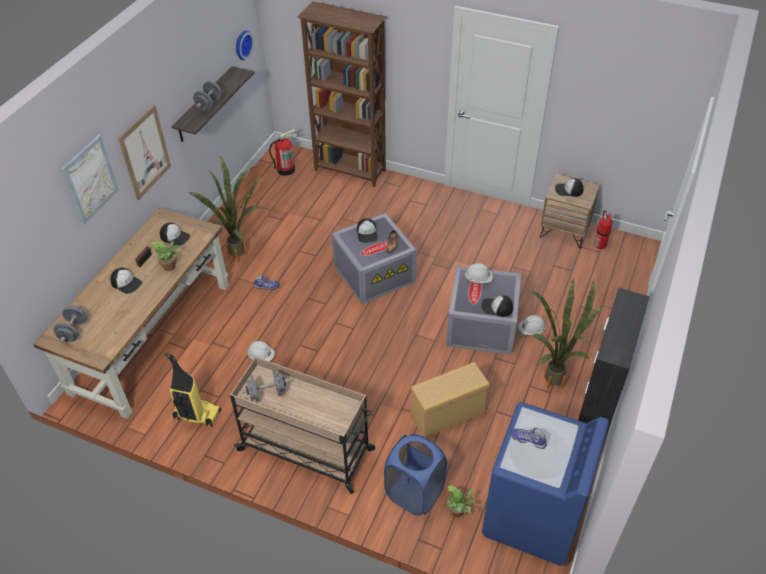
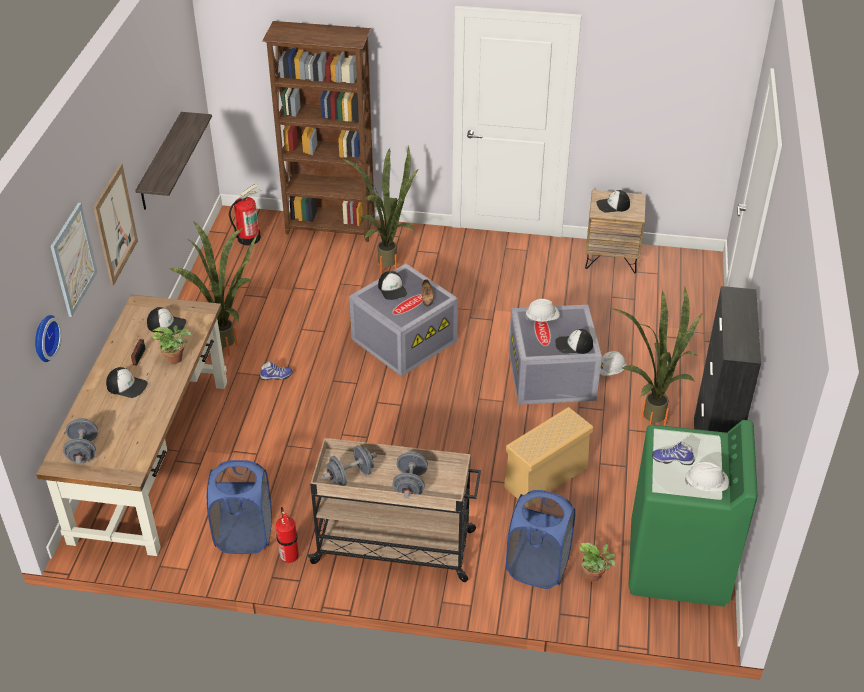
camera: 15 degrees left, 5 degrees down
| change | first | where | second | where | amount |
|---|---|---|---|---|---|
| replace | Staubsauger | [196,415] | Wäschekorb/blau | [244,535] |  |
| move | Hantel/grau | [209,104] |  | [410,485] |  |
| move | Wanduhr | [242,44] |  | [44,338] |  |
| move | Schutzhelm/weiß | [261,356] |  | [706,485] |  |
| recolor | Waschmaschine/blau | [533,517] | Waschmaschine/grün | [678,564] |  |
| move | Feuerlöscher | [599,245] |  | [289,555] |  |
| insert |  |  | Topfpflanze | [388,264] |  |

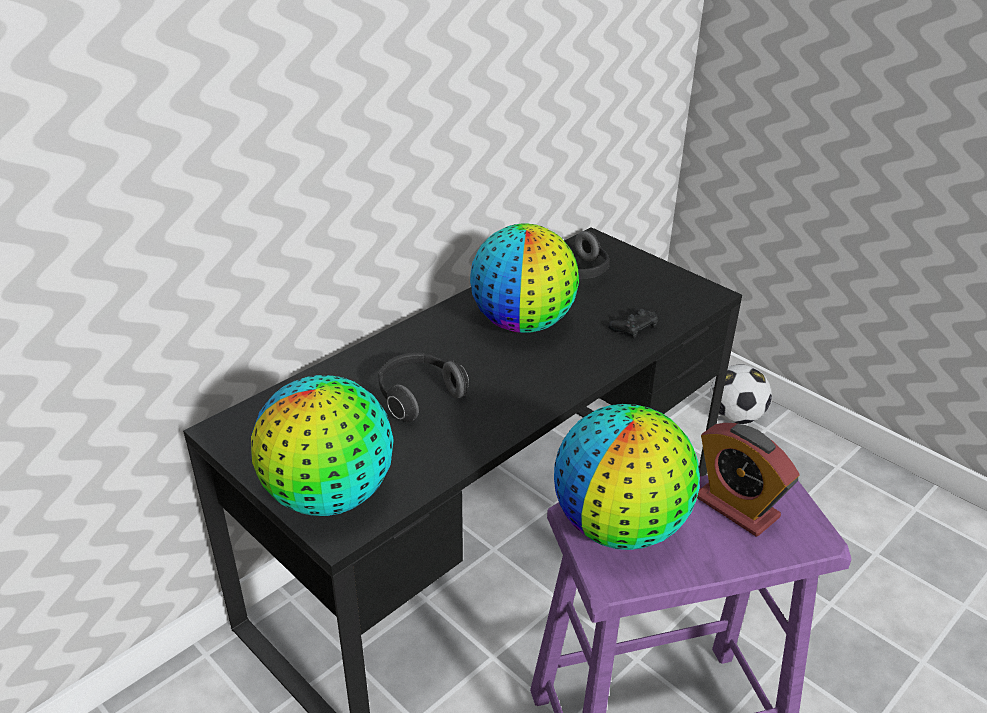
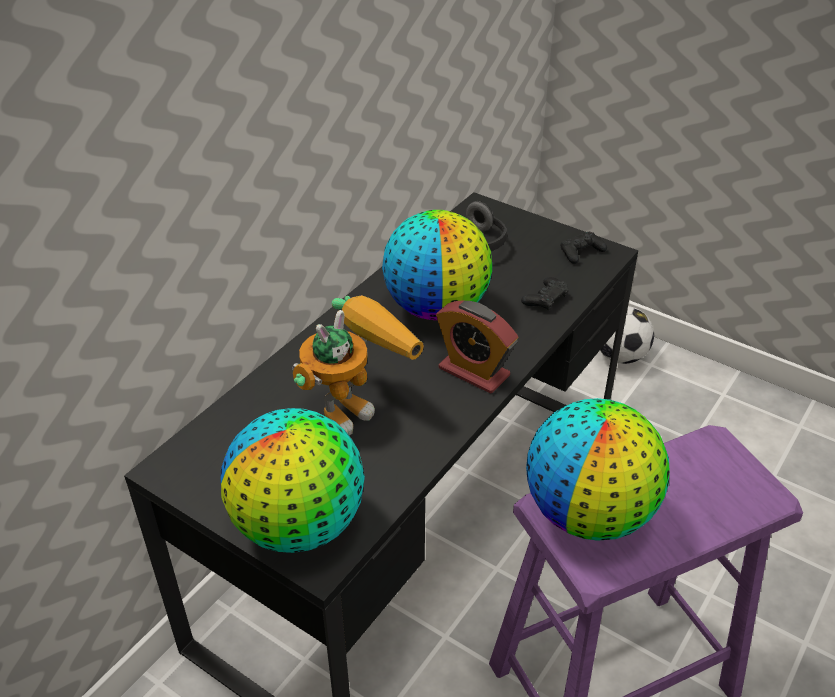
camera: 10 degrees left, 5 degrees up
| change | first | where | second | where | amount |
|---|---|---|---|---|---|
| replace | Kopfhörer | [418,396] | Spielzeugroboter | [355,403] |  |
| move | Wecker | [736,507] |  | [474,372] |  |
| insert |  |  | Gamepad/schwarz | [581,252] |  |

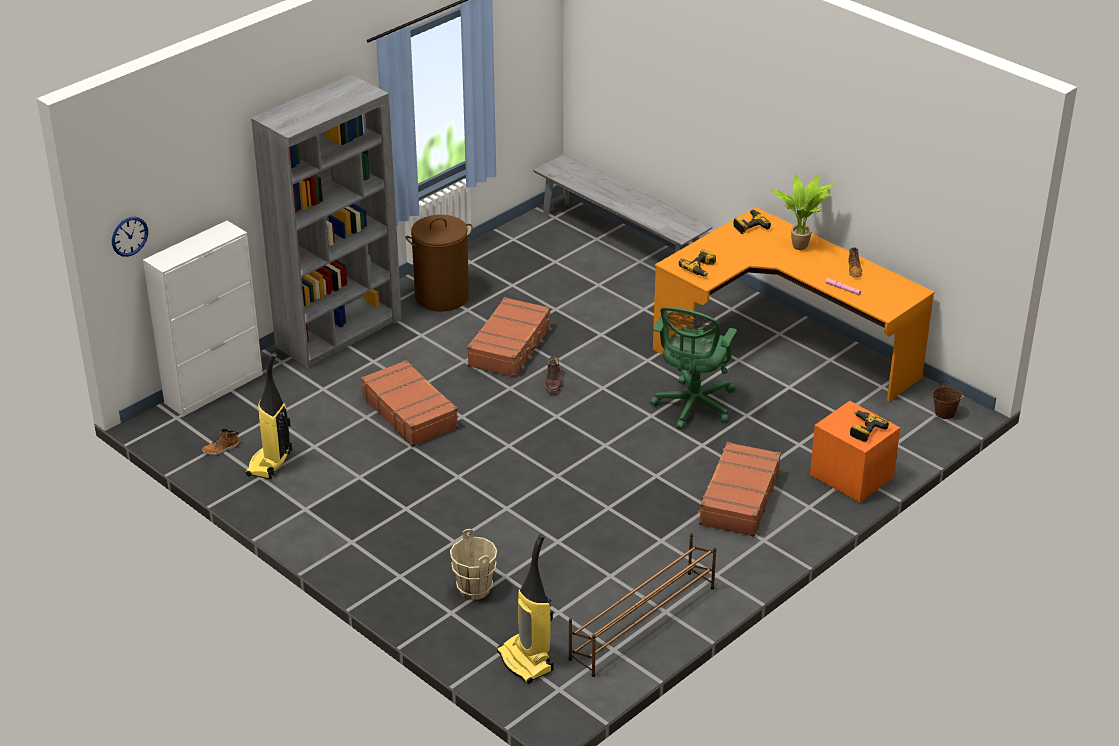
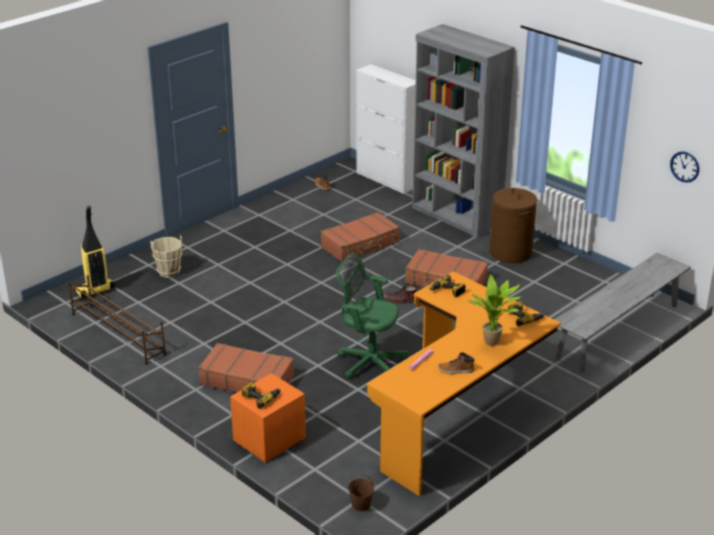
camera: 90 degrees right, 5 degrees down
| change | first | where | second | where | amount |
|---|---|---|---|---|---|
| move | Wanduhr | [129,236] |  | [684,166] |  |
| delete | Staubsauger | [270,464] |  |  |  |

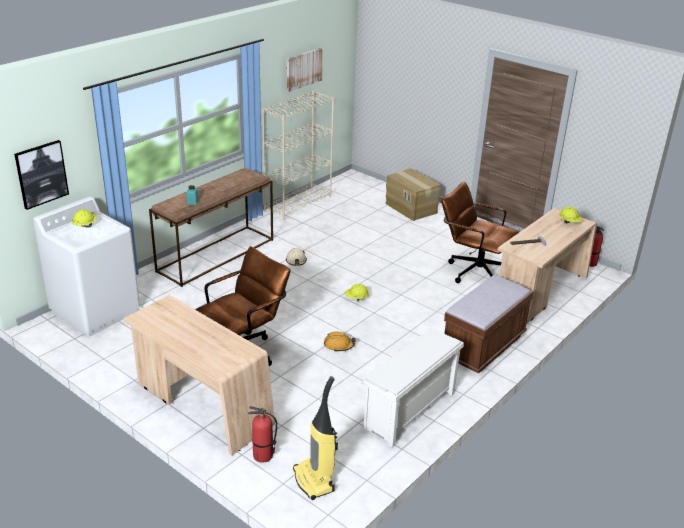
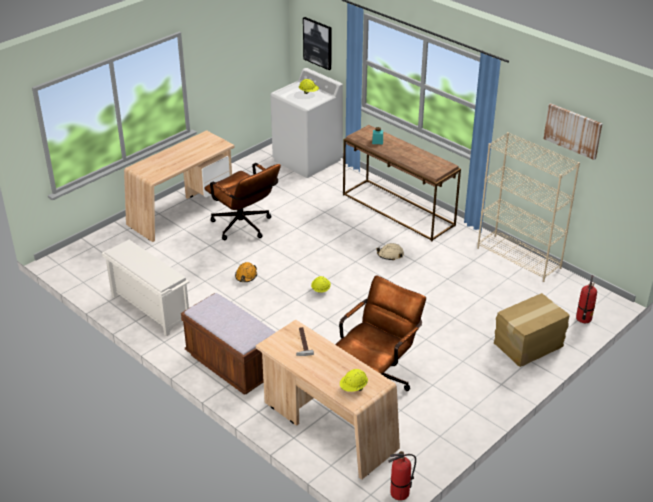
camera: 95 degrees right, 5 degrees up
| change | first | where | second | where | amount |
|---|---|---|---|---|---|
| move | Feuerlöscher | [262,456] |  | [583,318] |  |
| delete | Staubsauger | [314,480] |  |  |  |

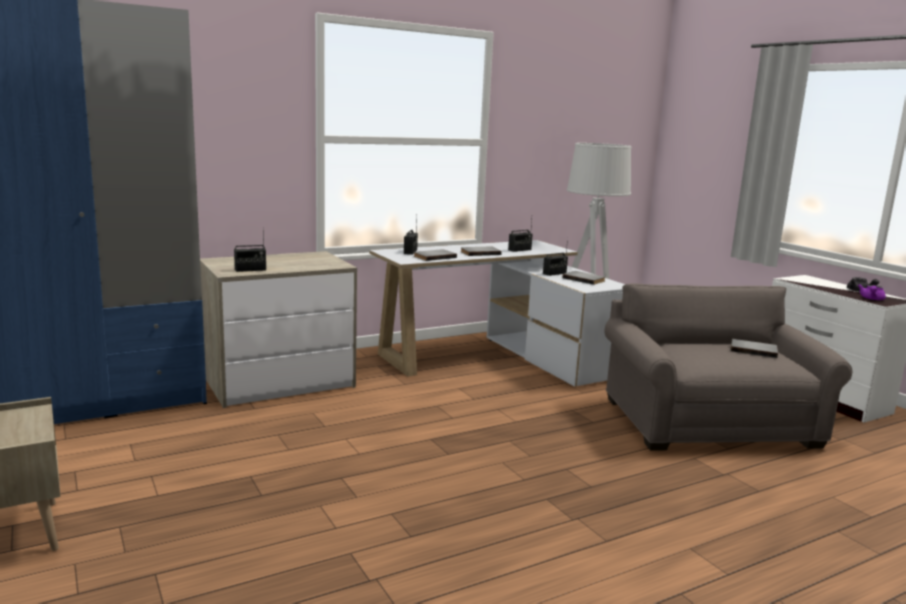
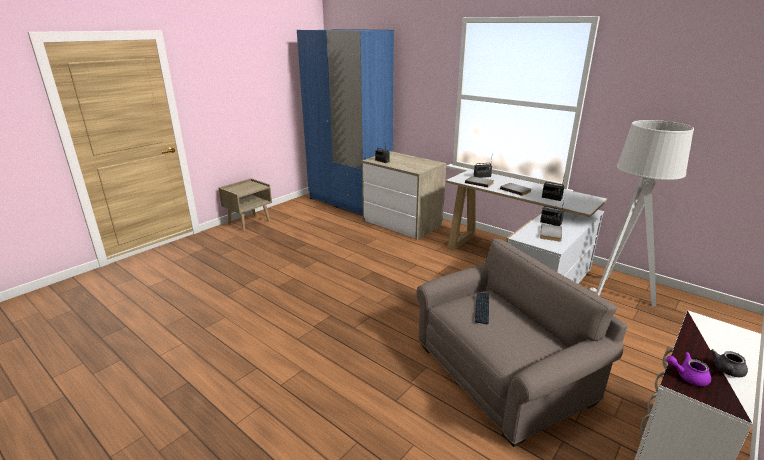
camera: 70 degrees right, 10 degrees up
| change | first | where | second | where | amount |
|---|---|---|---|---|---|
| delete | Buch/grau | [753,350] |  |  |  |
| insert |  |  | Tastatur | [482,308] |  |

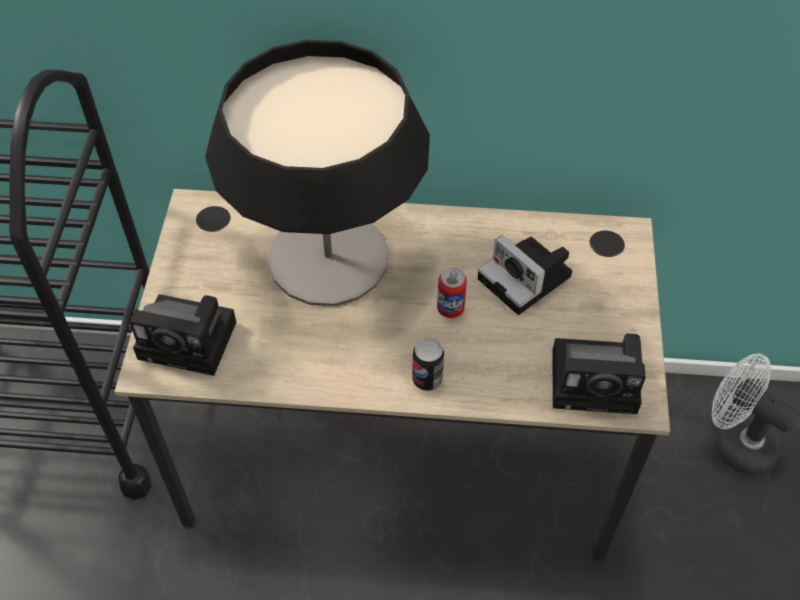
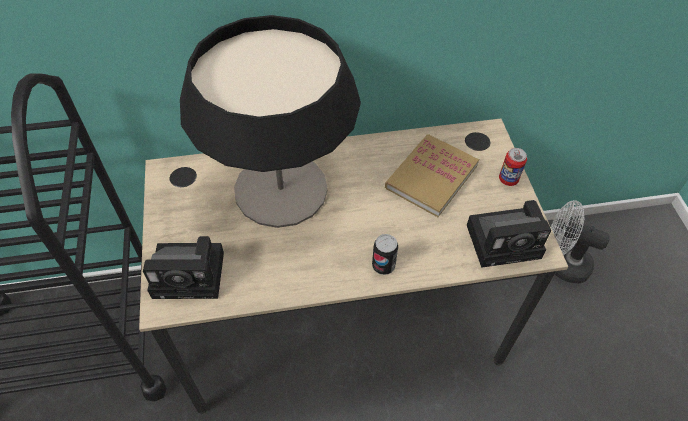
camera: 15 degrees left, 0 degrees up
| change | first | where | second | where | amount |
|---|---|---|---|---|---|
| move | Dose | [450,308] |  | [508,179] |  |
| replace | Kamera | [527,279] | Buch | [431,177] |  |

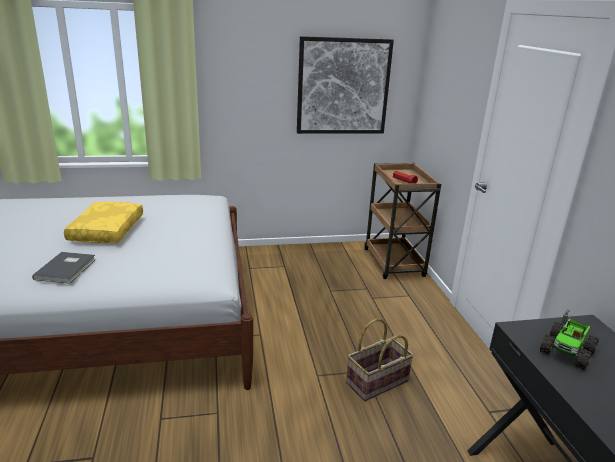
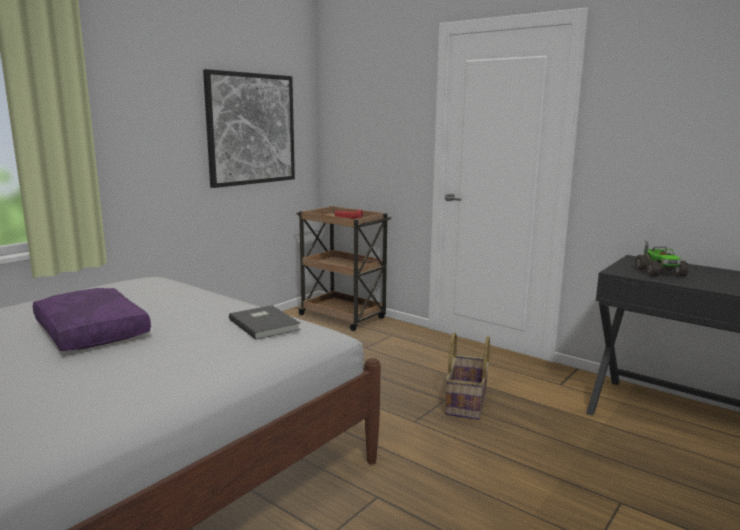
camera: 40 degrees left, 10 degrees down
| change | first | where | second | where | amount |
|---|---|---|---|---|---|
| move | Buch/grau | [67,269] |  | [265,324] |  |
| recolor | Kissen/gelb | [106,230] | Kissen/lila | [89,332] |  |

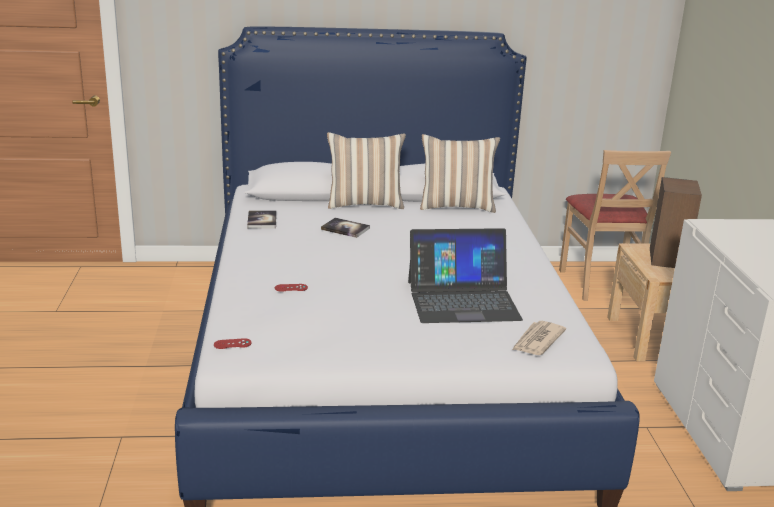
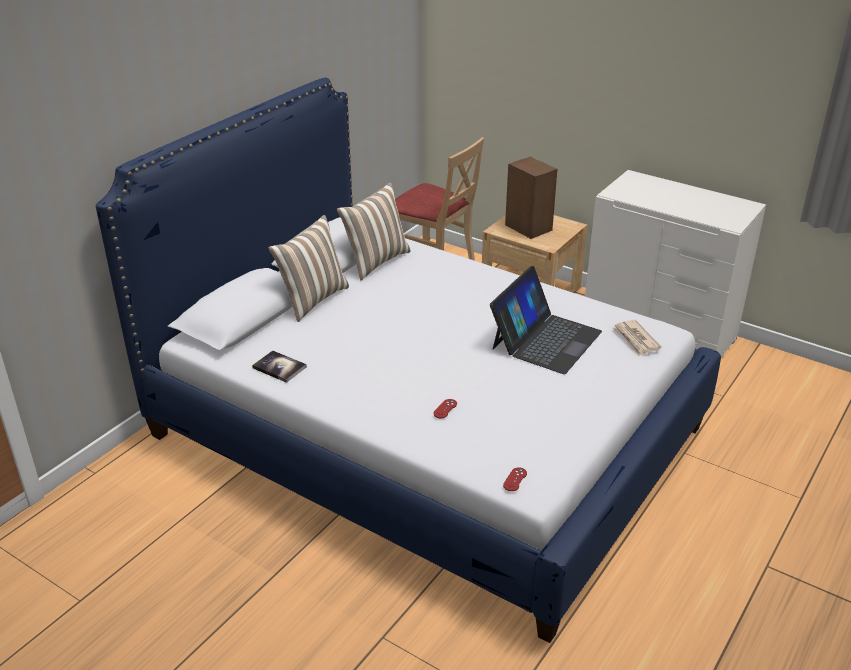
camera: 50 degrees left, 10 degrees up
| change | first | where | second | where | amount |
|---|---|---|---|---|---|
| delete | Buch | [345,229] |  |  |  |

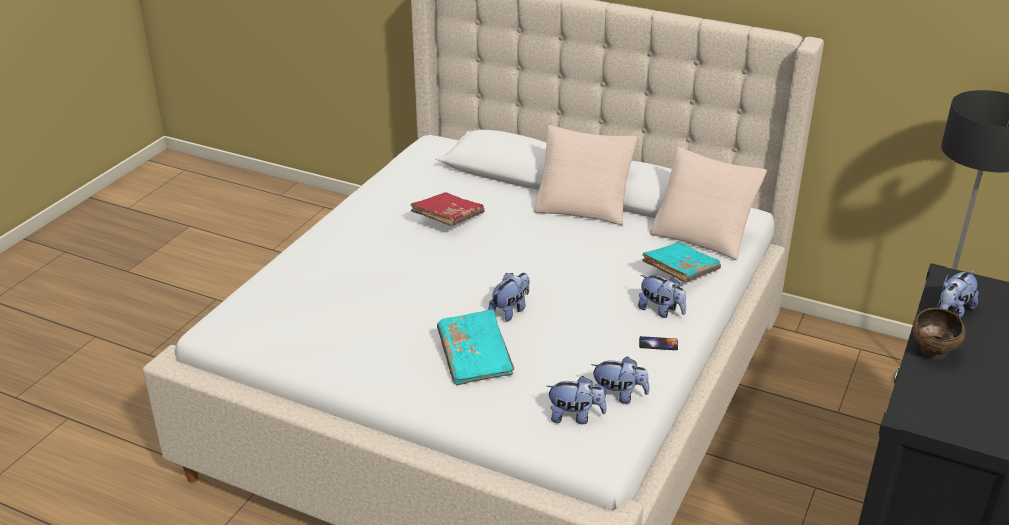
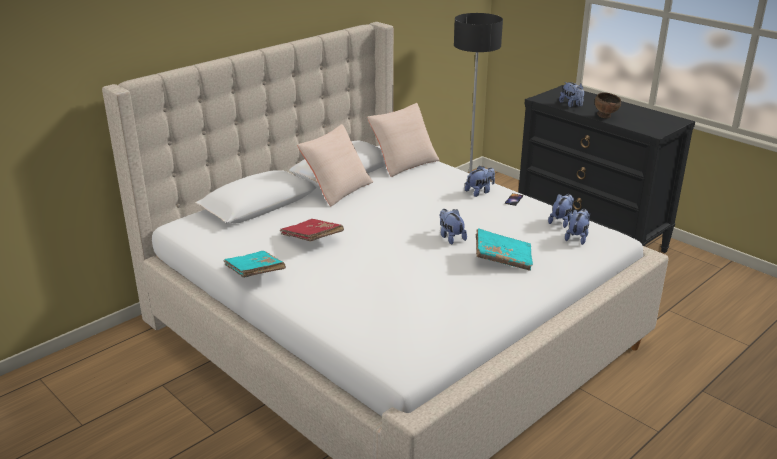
camera: 70 degrees left, 5 degrees down
| change | first | where | second | where | amount |
|---|---|---|---|---|---|
| move | Buch/türkis | [680,272] |  | [254,273] |  |

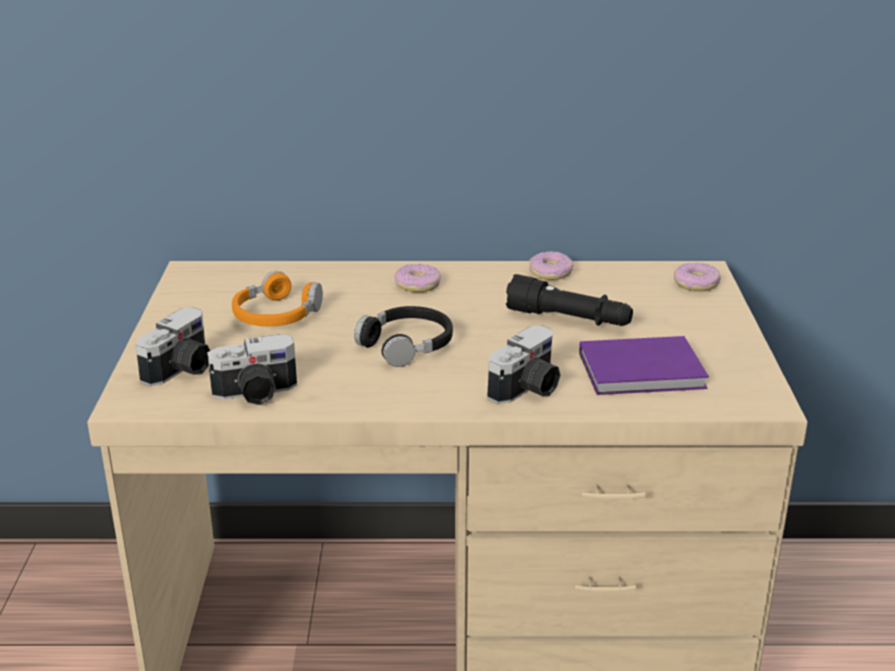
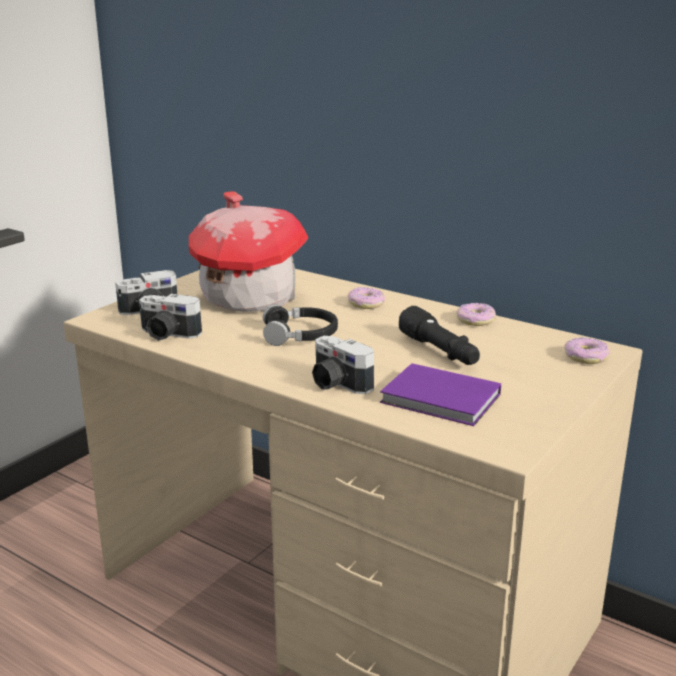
camera: 35 degrees right, 5 degrees down
| change | first | where | second | where | amount |
|---|---|---|---|---|---|
| replace | Kopfhörer/orange | [276,315] | Spielzeughaus | [249,297] |  |
| rotate | Kamera | [528,389] |  | [337,384] | 60 degrees clockwise |

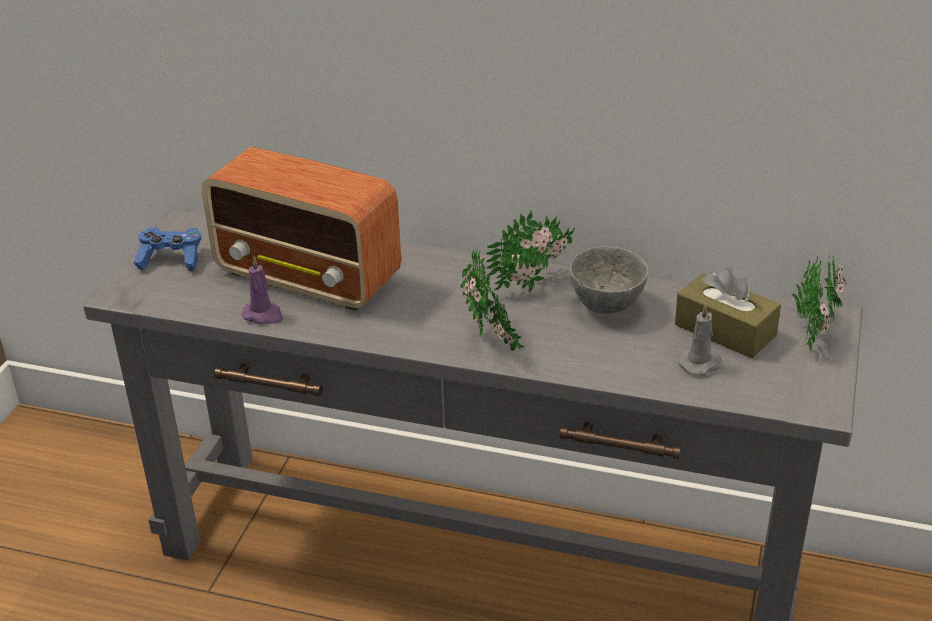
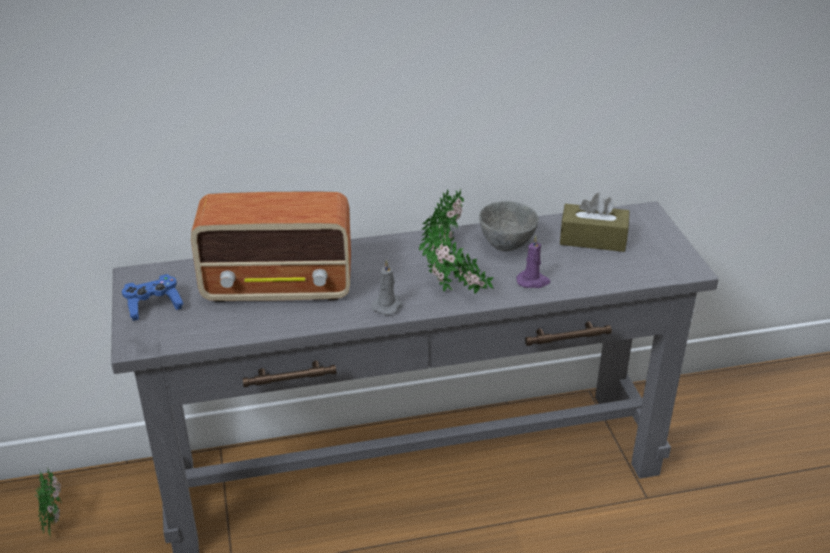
camera: 30 degrees left, 0 degrees up
| change | first | where | second | where | amount |
|---|---|---|---|---|---|
| move | Kerze/lila | [263,315] |  | [533,281] |  |
| move | Kerze/grau | [701,364] |  | [388,306] |  |
| move | Topfpflanze | [811,330] |  | [52,517] |  |

